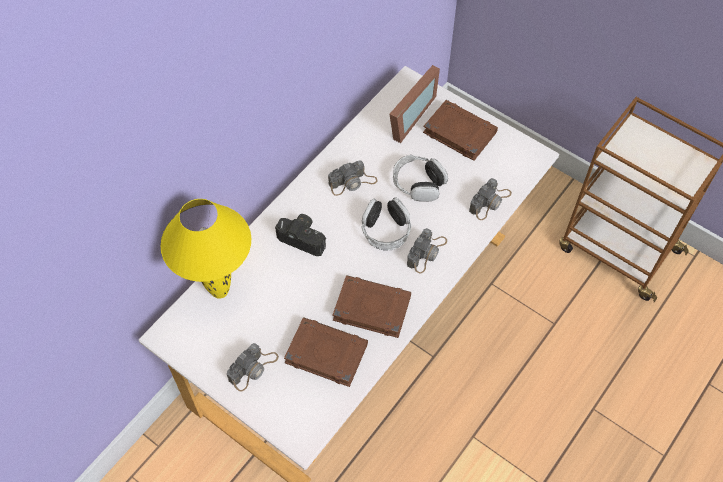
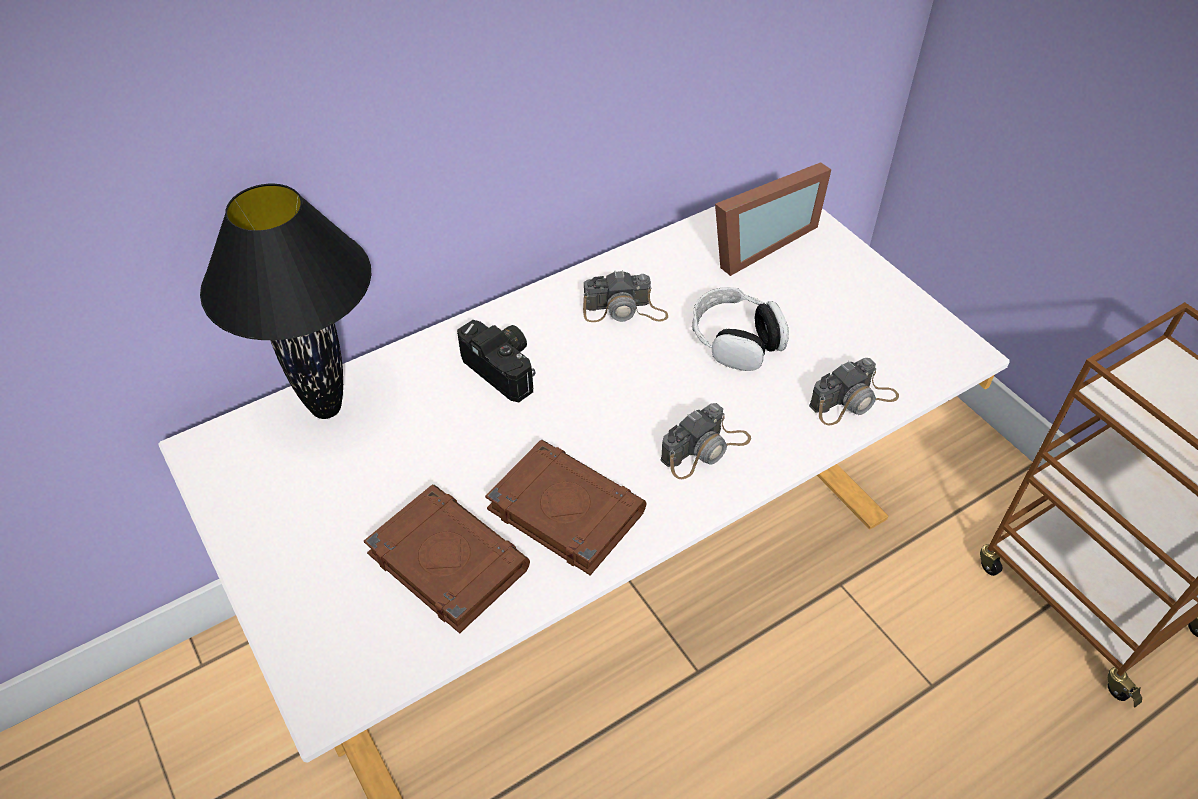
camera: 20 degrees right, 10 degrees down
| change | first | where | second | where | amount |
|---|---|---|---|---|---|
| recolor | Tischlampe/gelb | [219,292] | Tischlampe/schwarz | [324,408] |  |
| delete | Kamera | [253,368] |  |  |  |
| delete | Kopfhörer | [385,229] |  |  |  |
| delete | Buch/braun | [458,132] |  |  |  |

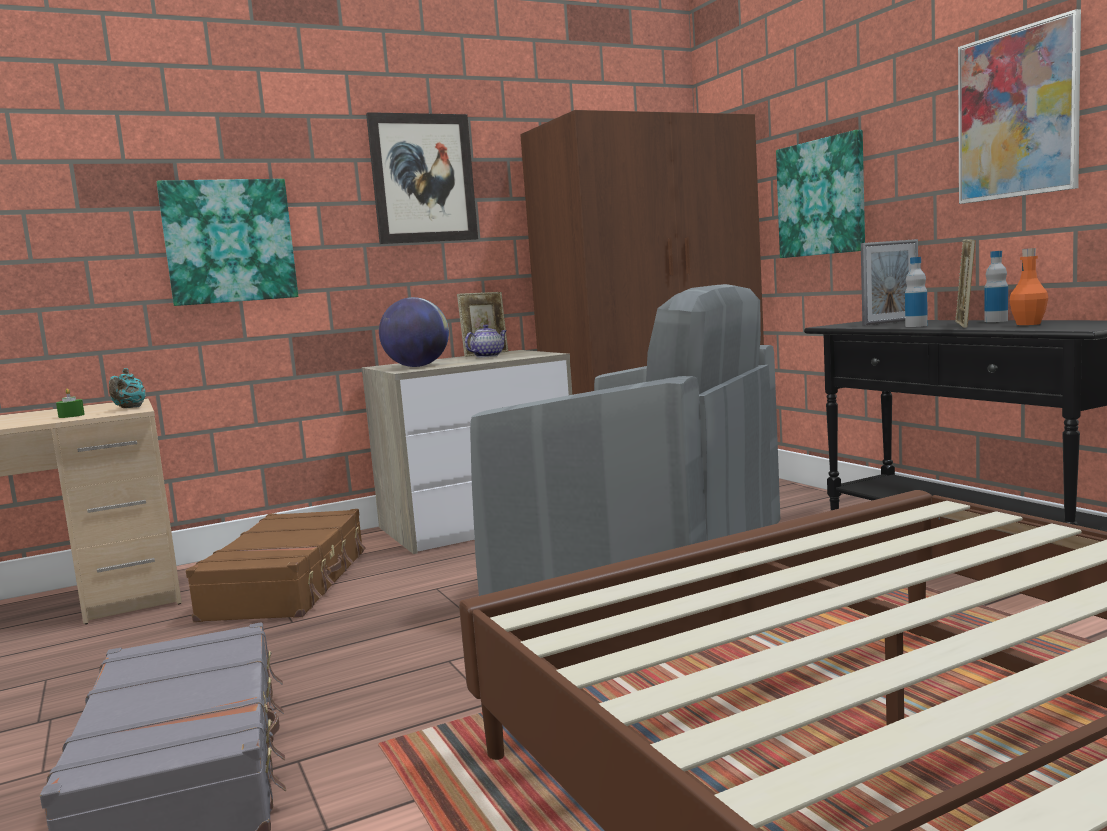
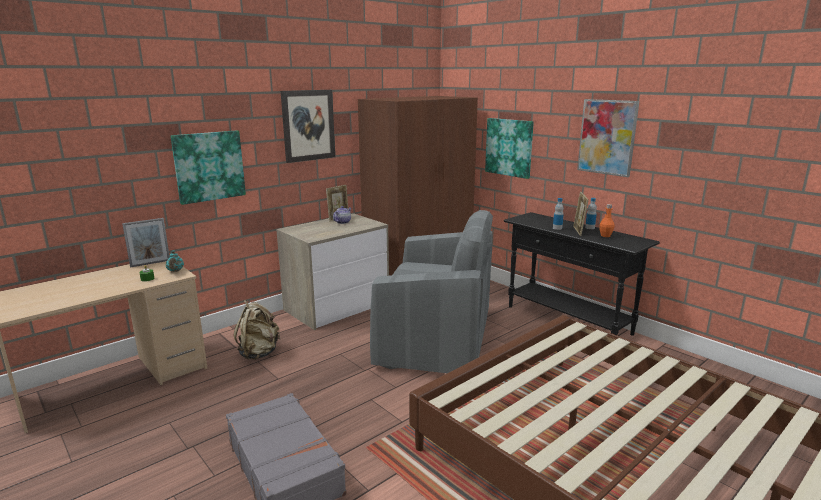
camera: 15 degrees left, 10 degrees up
| change | first | where | second | where | amount |
|---|---|---|---|---|---|
| replace | Koffer/braun | [289,584] | Rucksack/beige | [259,353] |  |
| delete | Globus | [417,366] |  |  |  |
| move | Bilderrahmen | [891,322] |  | [150,263] |  |

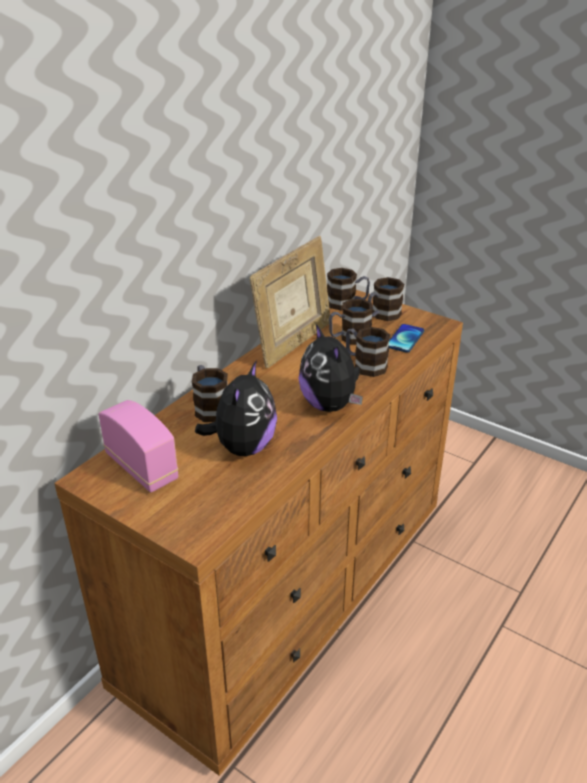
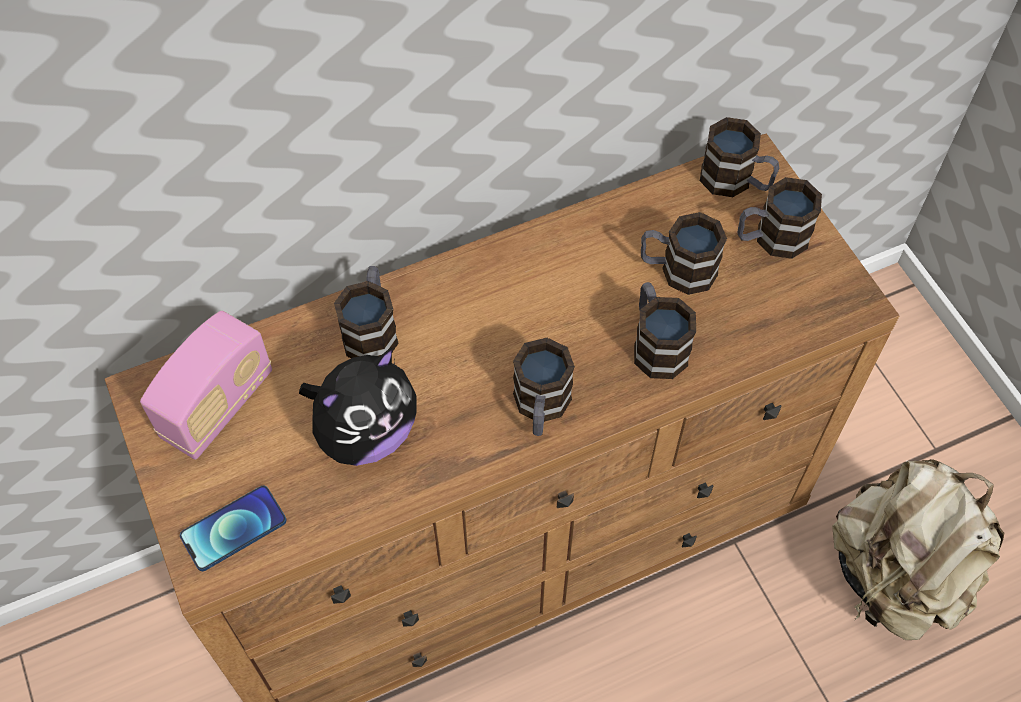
camera: 30 degrees right, 25 degrees up
| change | first | where | second | where | amount |
|---|---|---|---|---|---|
| rotate | Radio | [142,467] |  | [218,406] | 45 degrees clockwise |
| delete | Bilderrahmen | [293,344] |  |  |  |
| replace | Plüschtier | [330,405] | Henkelbecher | [541,408] |  |
| move | Handy | [405,339] |  | [234,529] |  |
| insert |  |  | Rucksack/beige | [895,575] |  |

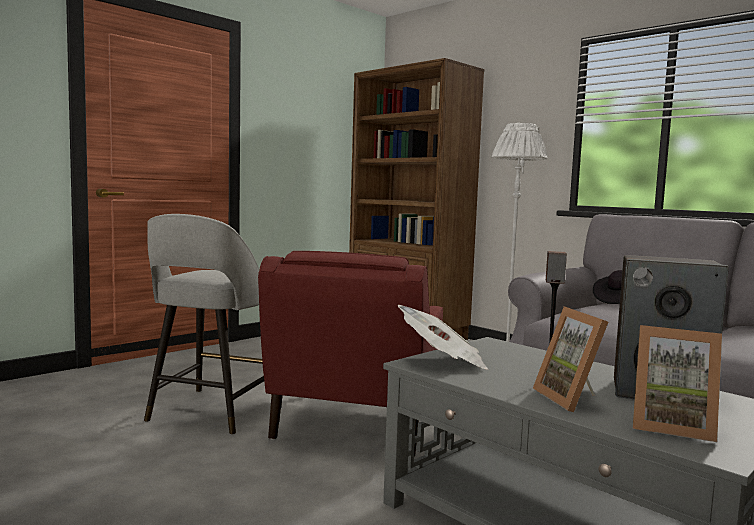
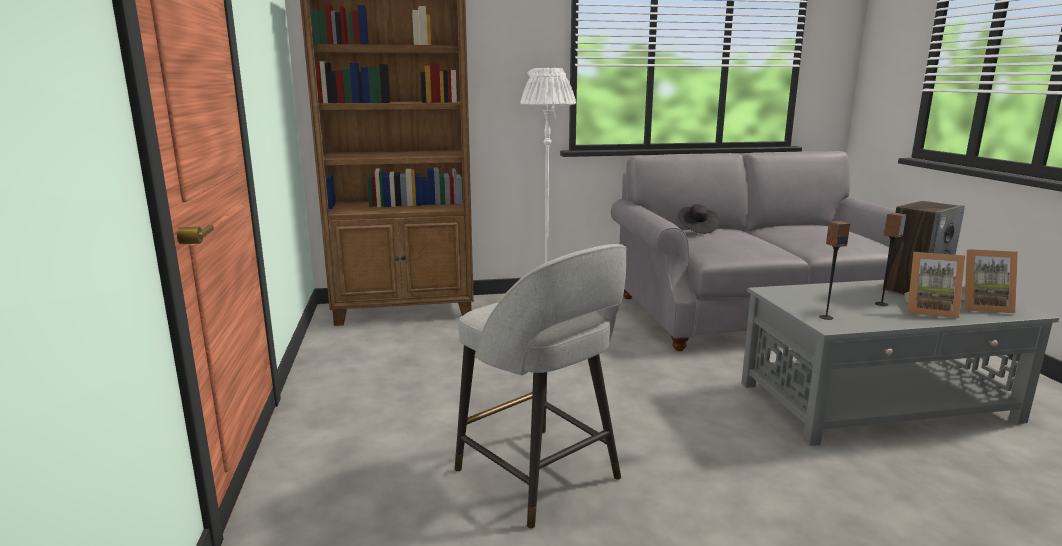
camera: 55 degrees left, 10 degrees up
| change | first | where | second | where | amount |
|---|---|---|---|---|---|
| delete | Sessel/rot | [356,423] |  |  |  |
| replace | Zeitung | [443,361] | Lautsprecher | [826,317] |  |
| rotate | Bilderrahmen | [670,426] |  | [981,307] | 45 degrees clockwise |

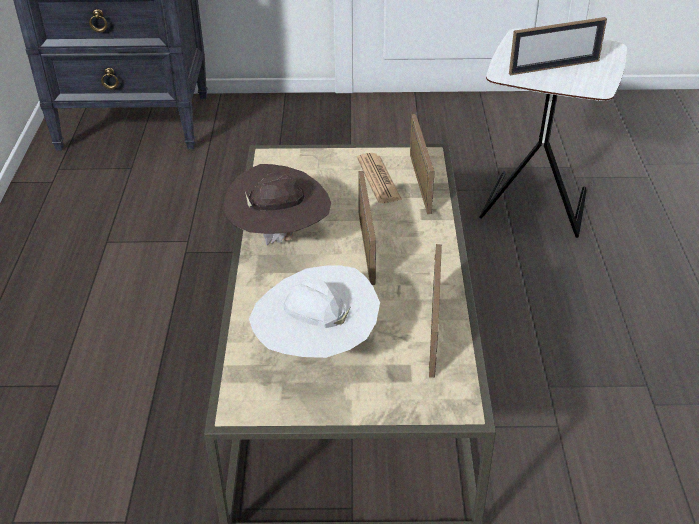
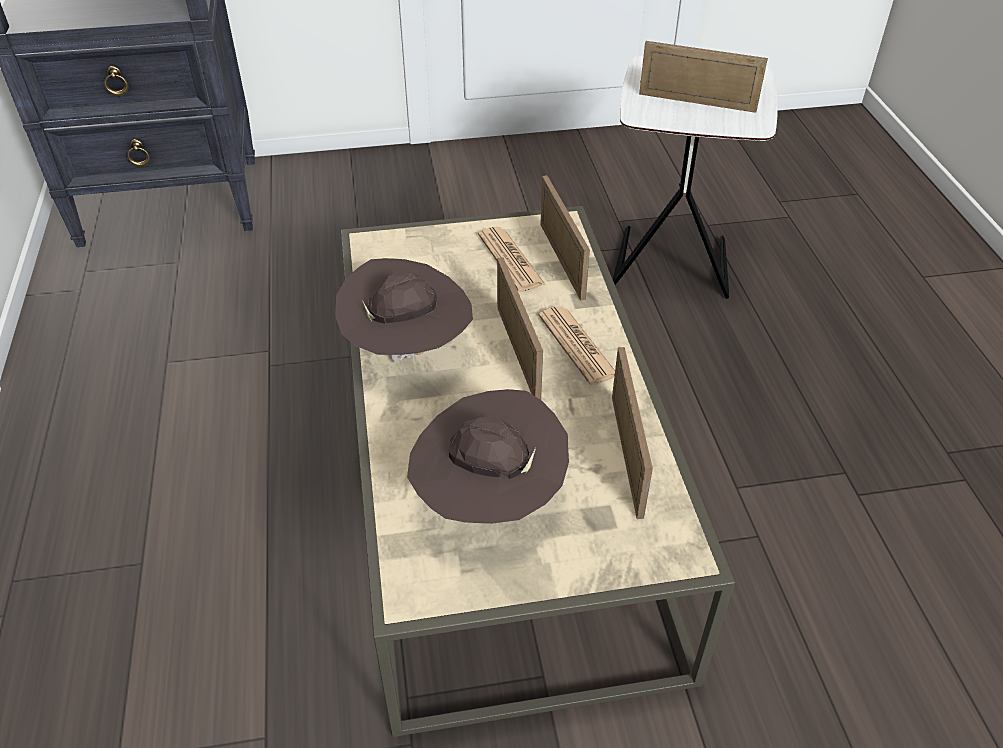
camera: 10 degrees left, 5 degrees up
| change | first | where | second | where | amount |
|---|---|---|---|---|---|
| recolor | Hut/weiß | [316,348] | Hut/braun | [488,497] |  |
| rotate | Bilderrahmen | [554,67] |  | [697,102] | 135 degrees counterclockwise |
| insert |  |  | Zeitung | [577,346] |  |

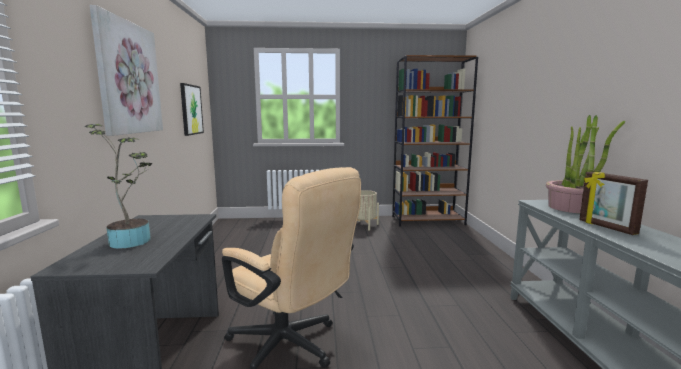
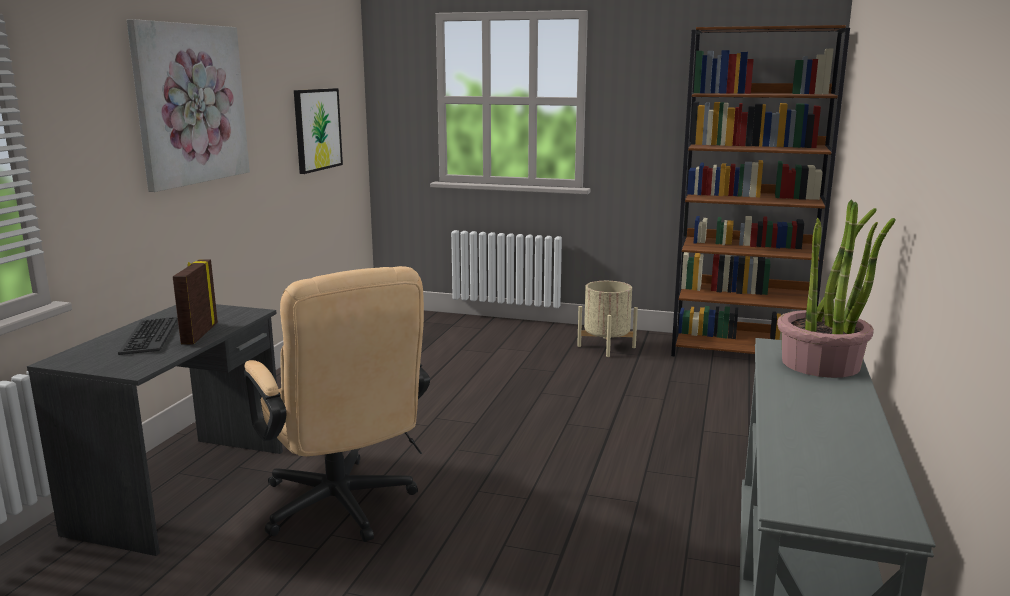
camera: 20 degrees right, 5 degrees up
| change | first | where | second | where | amount |
|---|---|---|---|---|---|
| replace | Topfpflanze | [133,240] | Tastatur | [149,336] |  |
| move | Bilderrahmen | [606,227] |  | [198,334] |  |

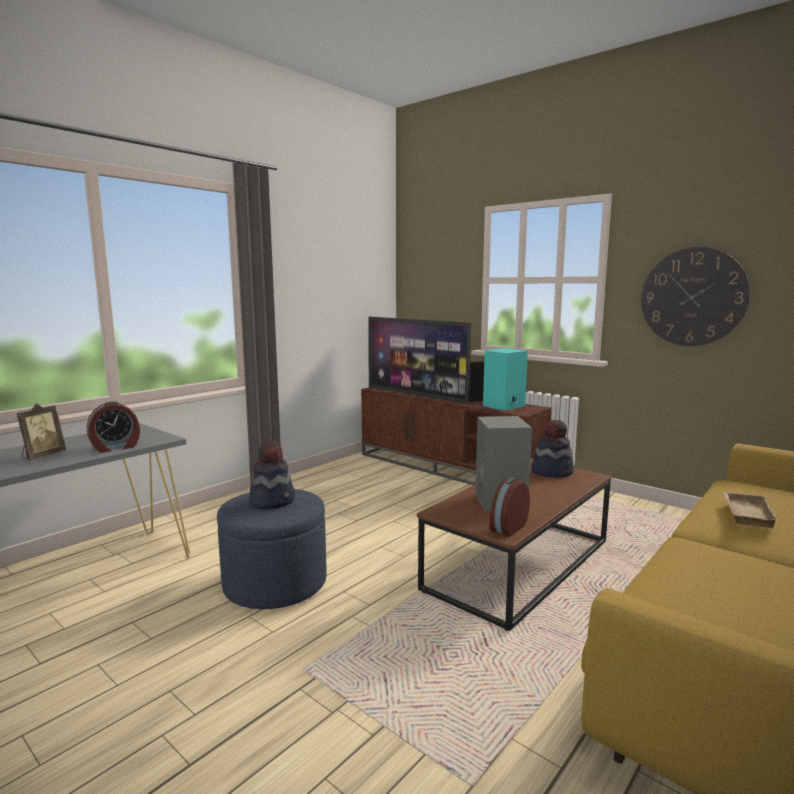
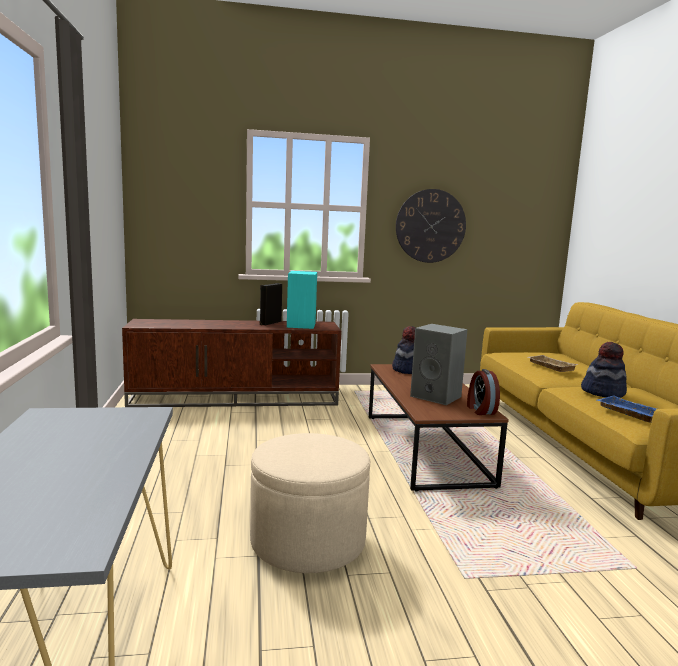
camera: 50 degrees left, 0 degrees up
| change | first | where | second | where | amount |
|---|---|---|---|---|---|
| delete | Bilderrahmen | [42,456] |  |  |  |
| delete | Wecker | [115,447] |  |  |  |
| recolor | Polsterhocker/blau | [275,583] | Polsterhocker/beige | [308,541] |  |
| move | Hut | [273,501] |  | [603,392] |  |
| delete | Fernseher | [416,395] |  |  |  |
| insert |  |  | Tablett/blau | [629,413] |  |

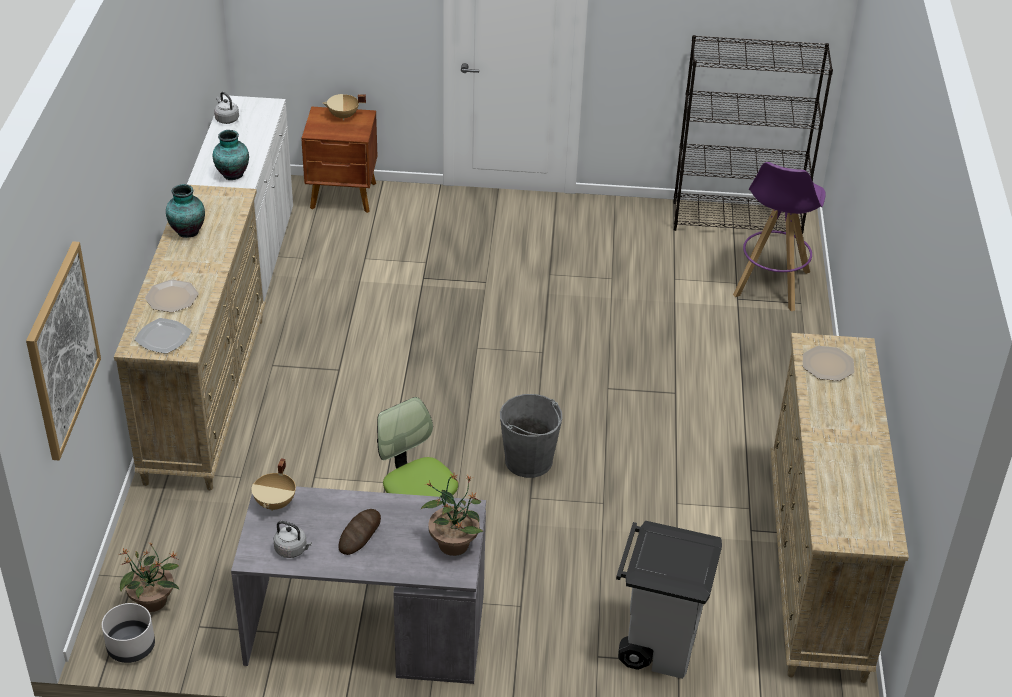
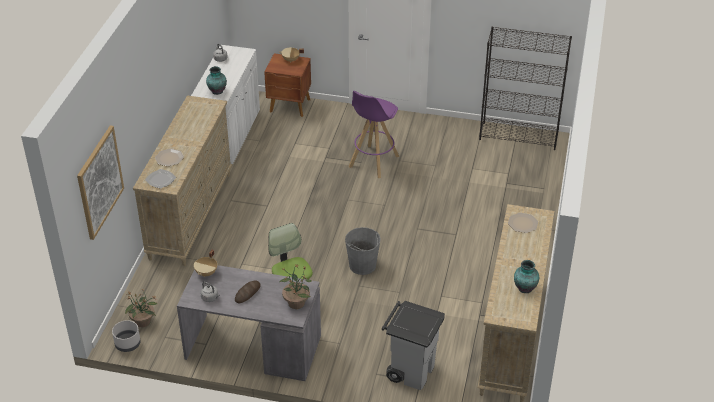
camera: 10 degrees right, 0 degrees up
| change | first | where | second | where | amount |
|---|---|---|---|---|---|
| move | Vase | [187,231] |  | [524,288] |  |
| move | Hocker/lila | [771,284] |  | [373,161] |  |

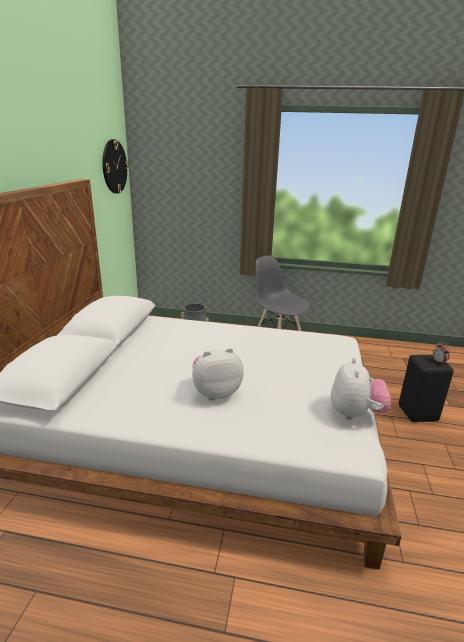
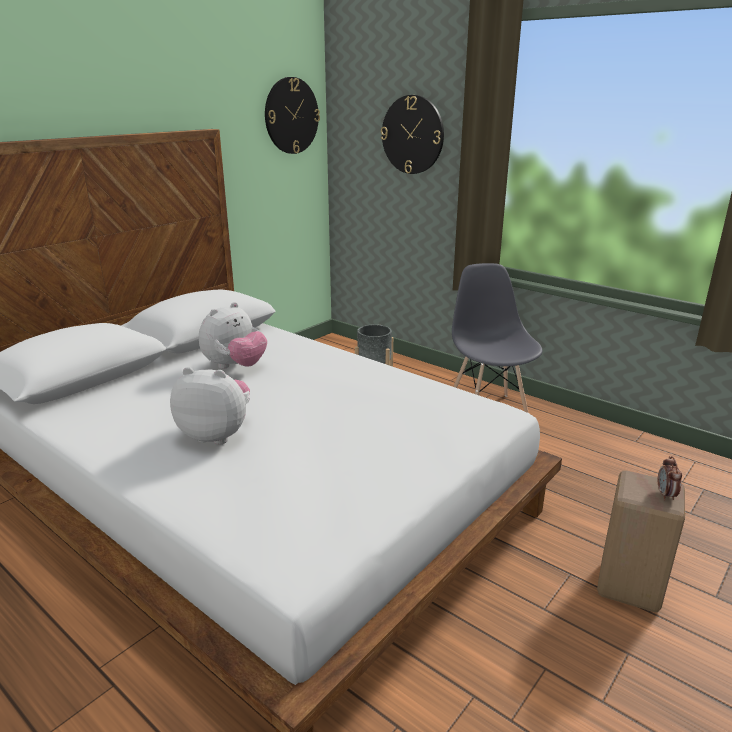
camera: 30 degrees right, 0 degrees up
| change | first | where | second | where | amount |
|---|---|---|---|---|---|
| move | Plüschtier | [355,414] |  | [235,366] |  |
| recolor | Hocker/schwarz | [417,413] | Hocker/beige | [627,587] |  |
| insert |  |  | Wanduhr | [412,135] |  |

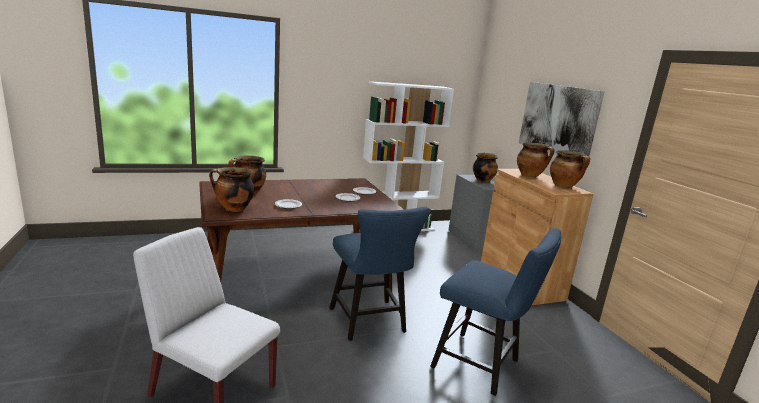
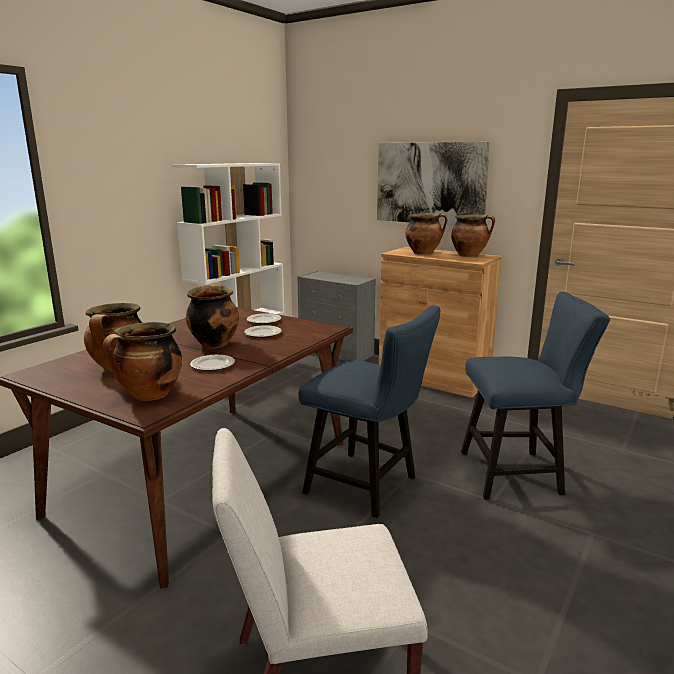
camera: 35 degrees left, 0 degrees up
| change | first | where | second | where | amount |
|---|---|---|---|---|---|
| move | Kochtopf | [483,180] |  | [214,343] |  |

